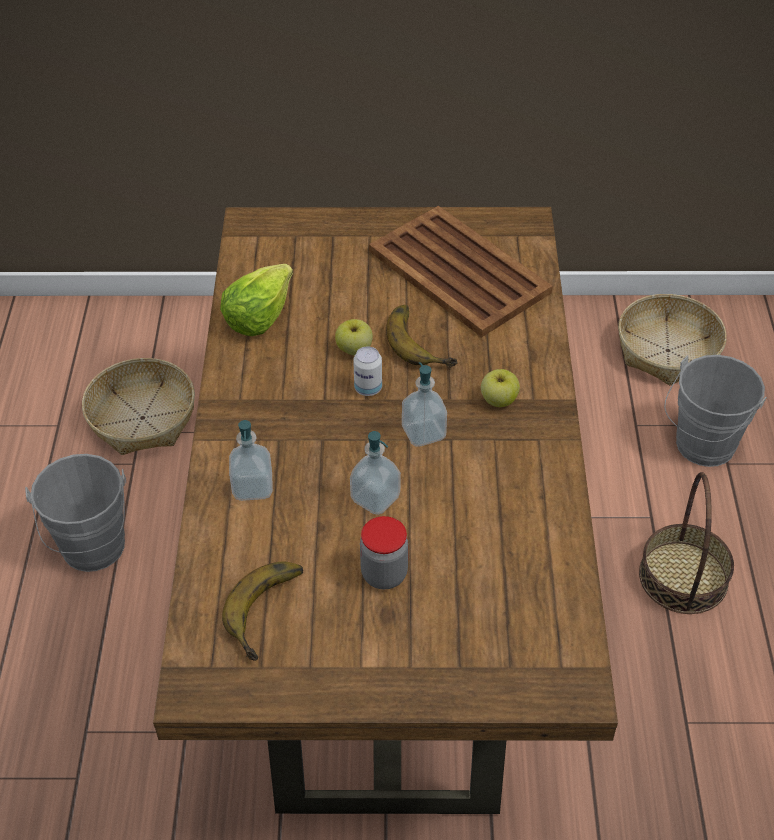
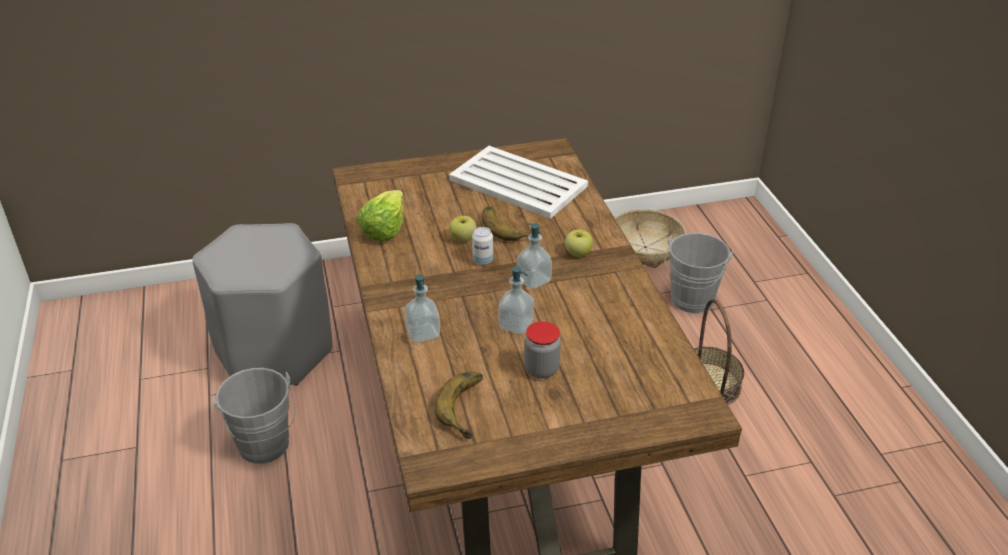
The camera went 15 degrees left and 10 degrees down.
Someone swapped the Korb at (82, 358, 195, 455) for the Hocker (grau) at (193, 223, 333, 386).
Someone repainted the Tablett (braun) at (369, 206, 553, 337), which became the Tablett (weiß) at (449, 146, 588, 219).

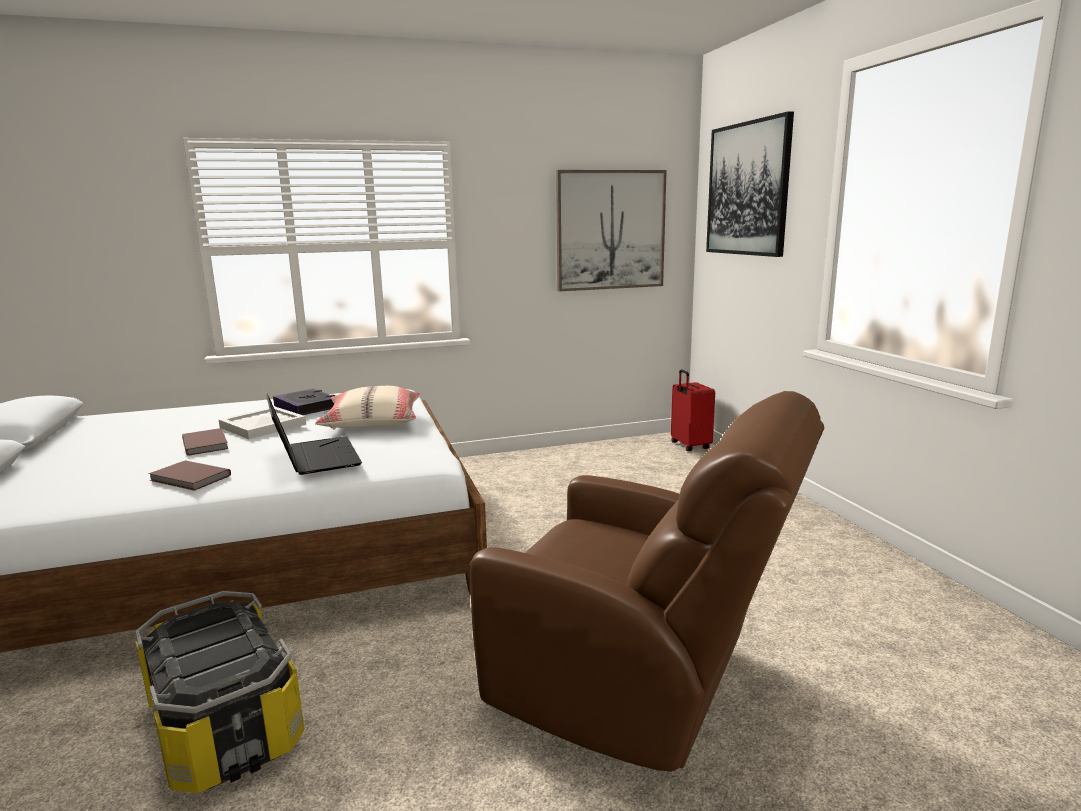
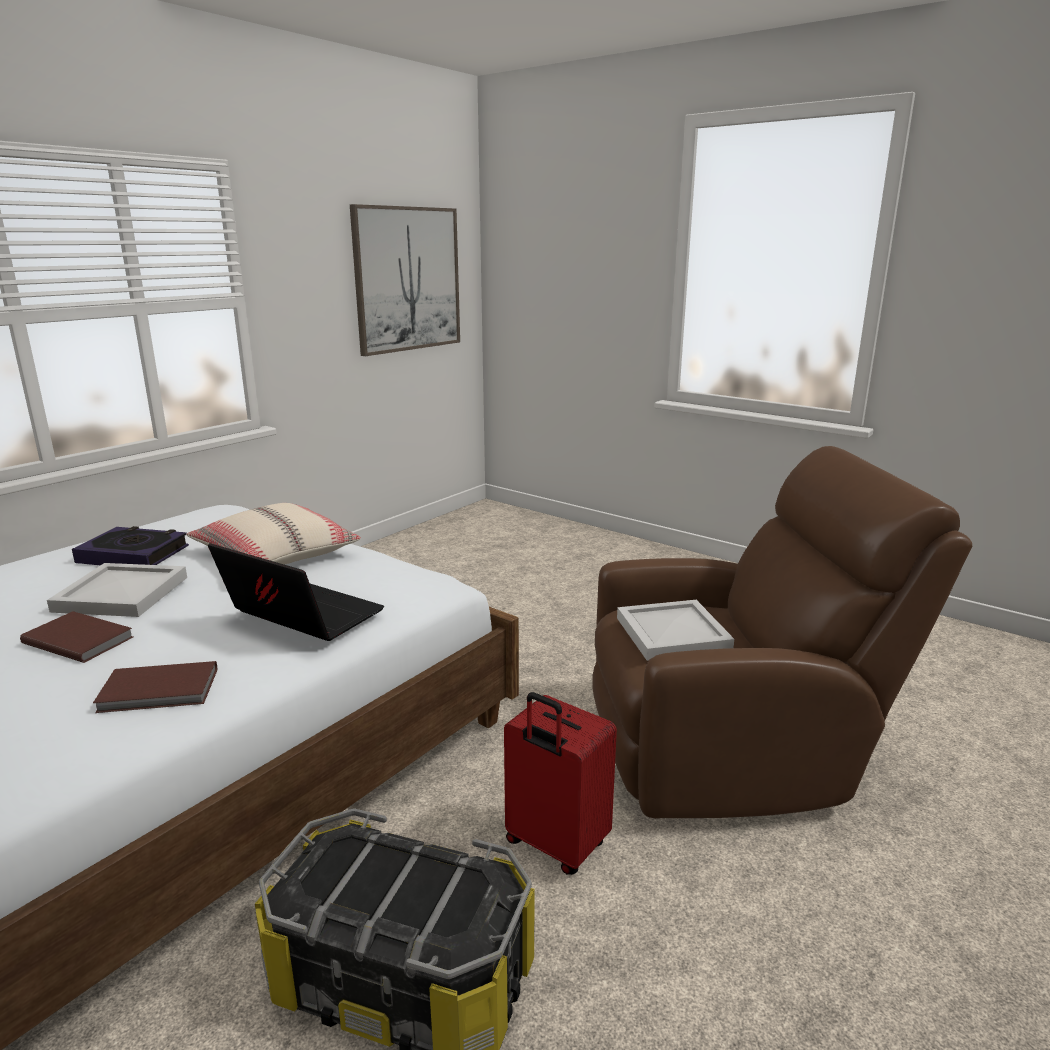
The camera went 35 degrees left and 5 degrees up.
Someone carried the Koffer (rot) from (671, 369, 715, 451) to (504, 692, 617, 875).
Someone took away the Bild at (706, 111, 794, 257).
Someone put down the Tablett (weiß) at (617, 600, 734, 661).

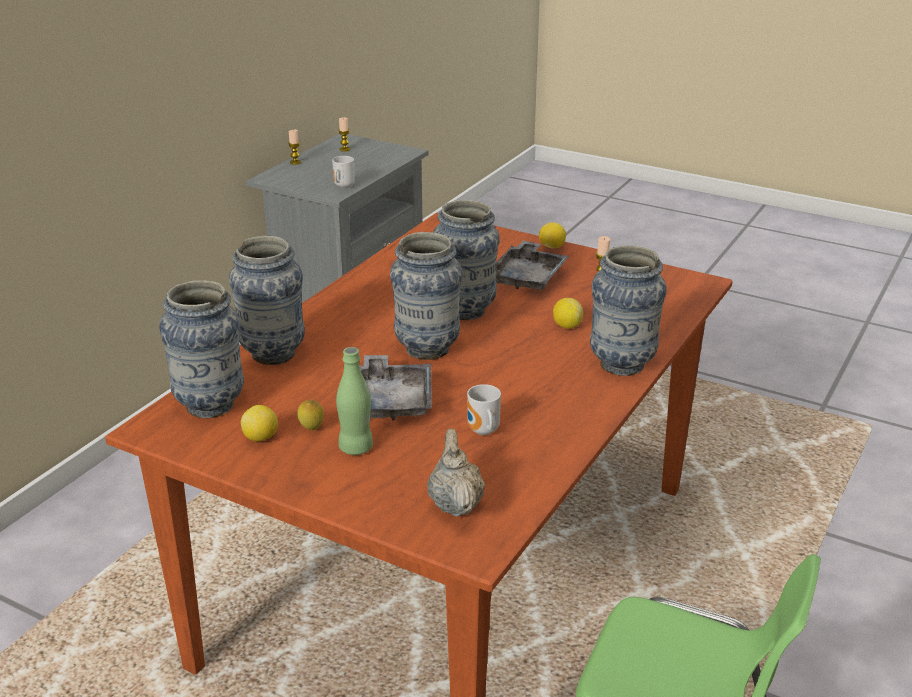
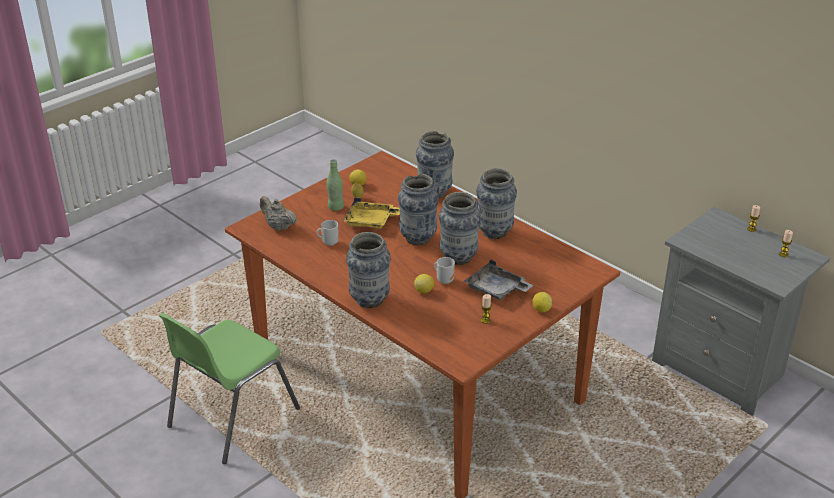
The camera went 105 degrees right and 5 degrees up.
Someone carried the Vase from (159, 280, 244, 418) to (476, 168, 517, 239).
Someone carried the Henkelbecher from (332, 156, 355, 188) to (434, 257, 455, 284).
Someone repainted the Tablett (grau) at (360, 355, 432, 420), which became the Tablett (gelb) at (343, 197, 400, 229).
Someone rotated the Teekanne (beige) at (427, 428, 485, 517) by 150 degrees counterclockwise.

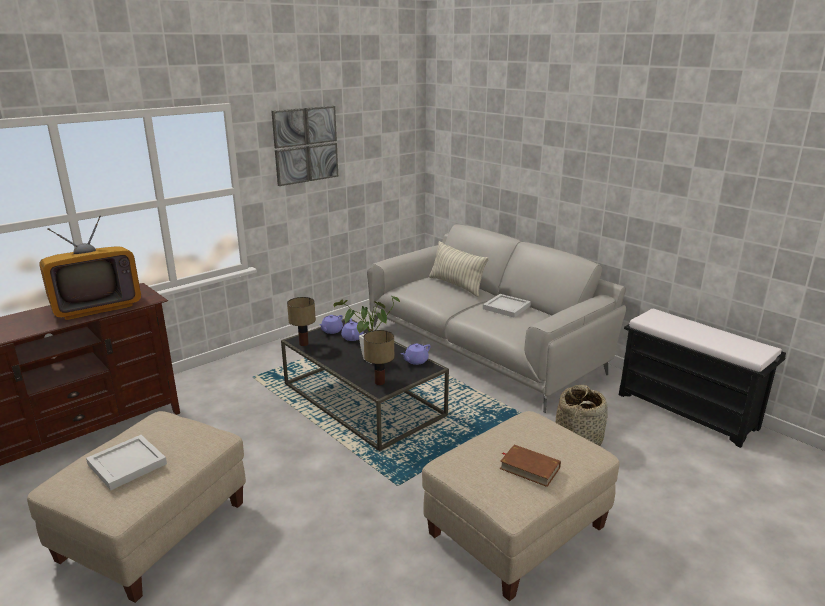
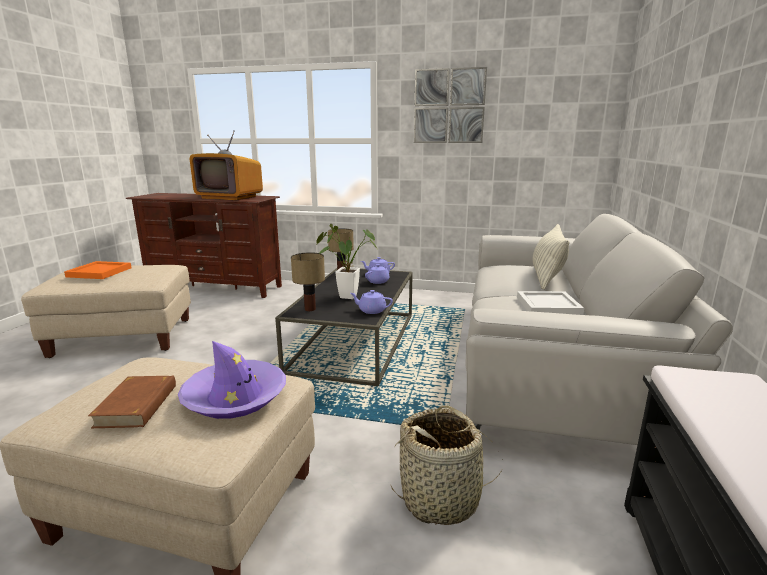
The camera went 55 degrees right and 5 degrees down.
Someone repainted the Tablett (weiß) at (86, 435, 167, 490), which became the Tablett (orange) at (64, 261, 131, 279).
Someone put down the Hut (lila) at (178, 341, 286, 419).

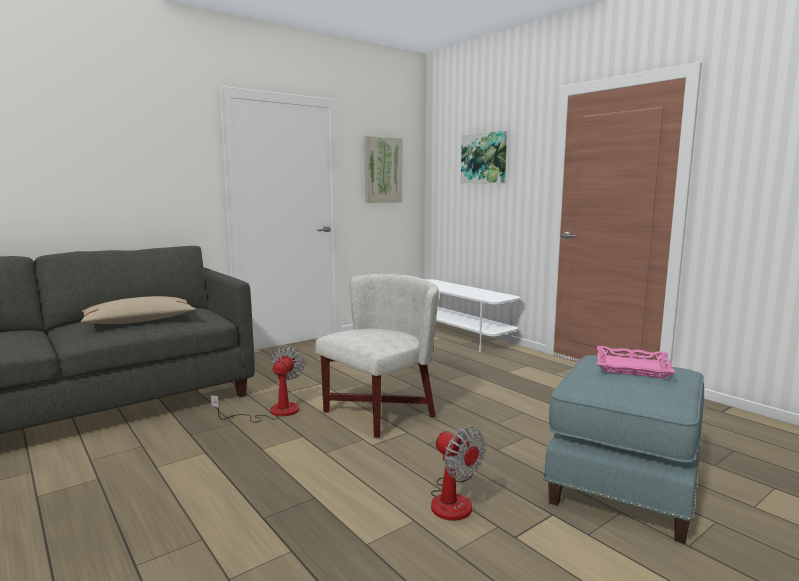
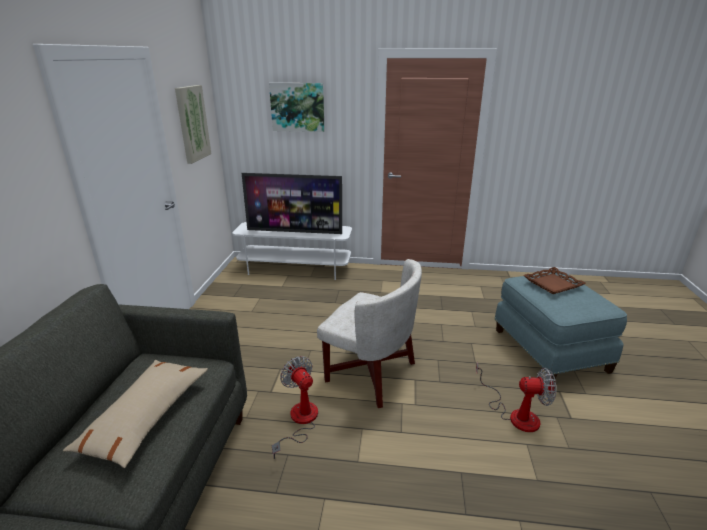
The camera went 45 degrees left and 15 degrees up.
Someone rotated the Sessel (weiß) at (315, 274, 439, 438) by 120 degrees clockwise.
Someone repainted the Tablett (rosa) at (597, 346, 676, 378), which became the Tablett (braun) at (524, 267, 586, 294).
Someone put down the Fernseher at (242, 173, 342, 234).

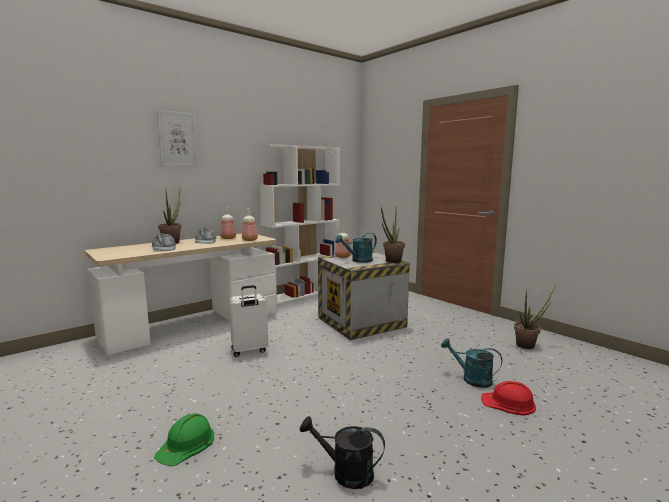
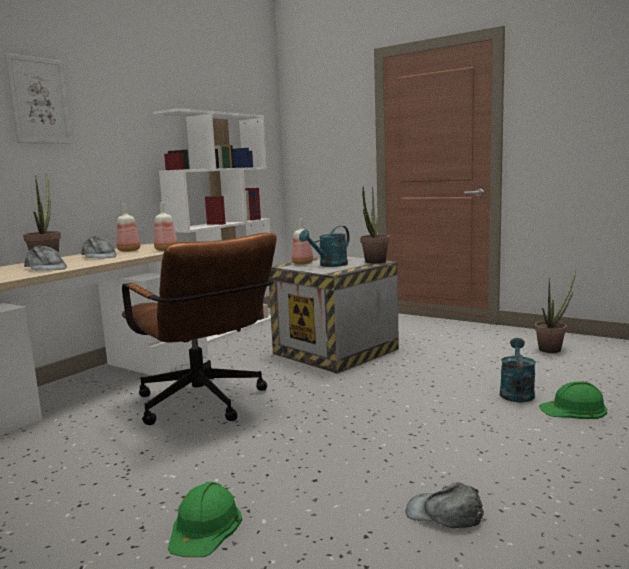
The camera went 15 degrees left and 0 degrees up.
Someone swapped the Koffer (weiß) at (229, 285, 268, 357) for the Bürostuhl (braun) at (122, 233, 277, 425).
Someone swapped the Gießkanne (schwarz) at (300, 416, 385, 489) for the Kappe (grau) at (406, 482, 484, 528).
Someone rotated the Gießkanne (türkis) at (441, 338, 502, 388) by 90 degrees clockwise.
Someone repainted the Schutzhelm (rot) at (481, 381, 536, 416), which became the Schutzhelm (grün) at (539, 381, 607, 419).

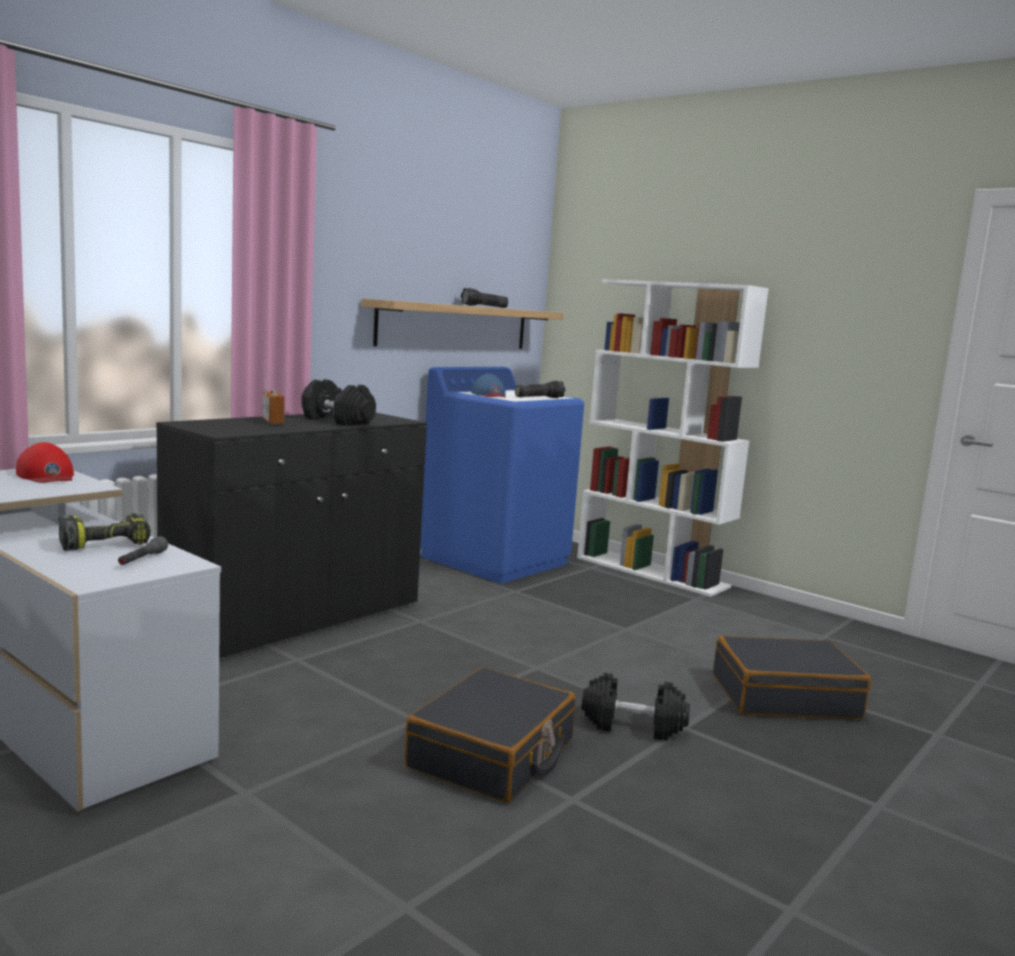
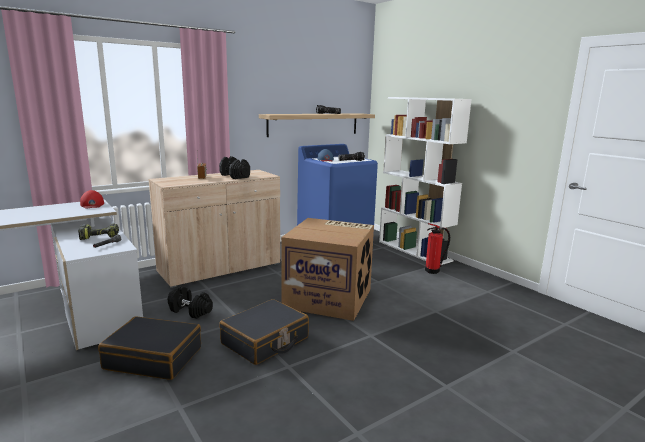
The camera went 15 degrees right and 5 degrees up.
Someone repainted the Schrank (schwarz) at (156, 413, 427, 661), which became the Schrank (beige) at (148, 170, 280, 288).
Someone carried the Hantel (schwarz) from (582, 673, 690, 740) to (168, 286, 213, 319).
Someone carried the Koffer (schwarz) from (713, 636, 871, 719) to (98, 316, 201, 380).
Someone put down the Karton at (281, 218, 374, 321).
Someone put down the Feuerlöscher at (425, 223, 450, 274).

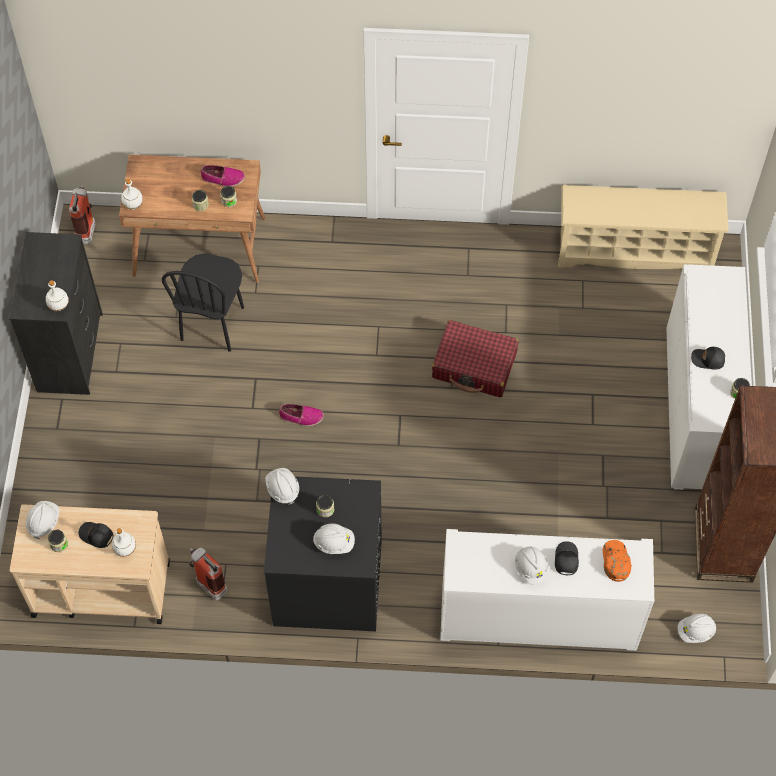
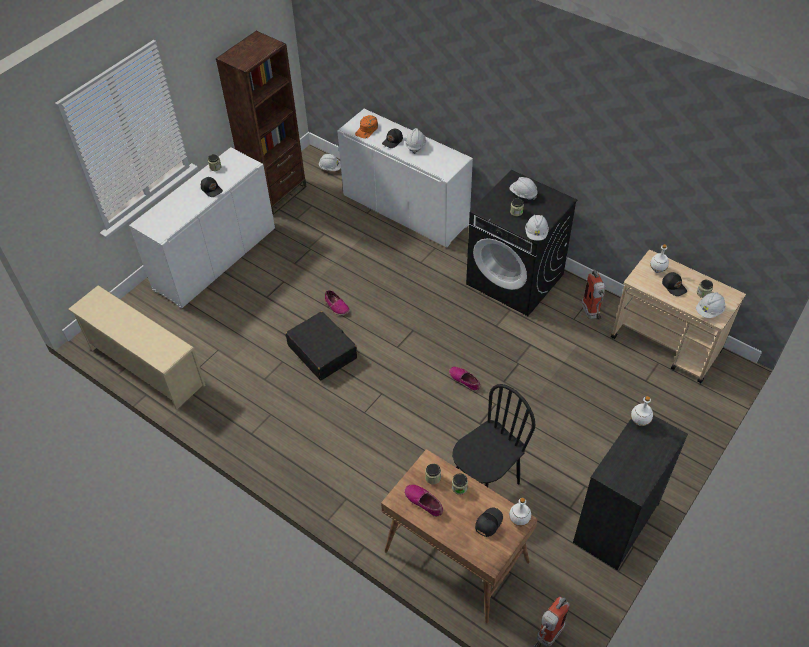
The camera went 145 degrees left and 10 degrees down.
Someone repainted the Koffer (rot) at (432, 320, 519, 397), which became the Koffer (schwarz) at (285, 311, 357, 380).
Someone put down the Schuh at (325, 290, 350, 315).
Someone put down the Kappe (schwarz) at (475, 507, 503, 537).

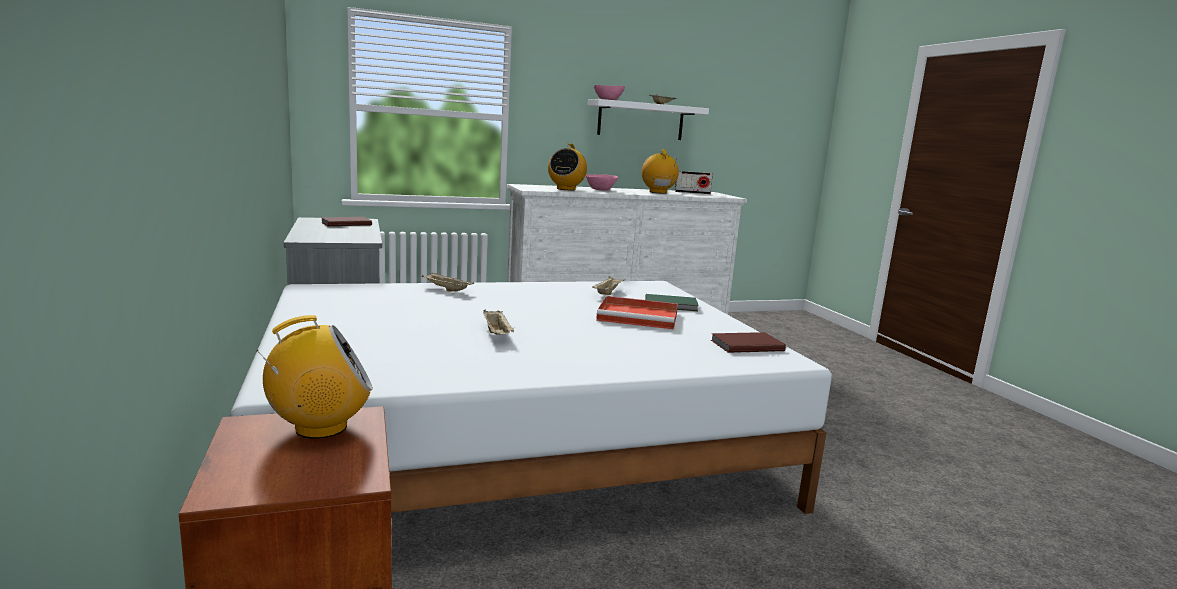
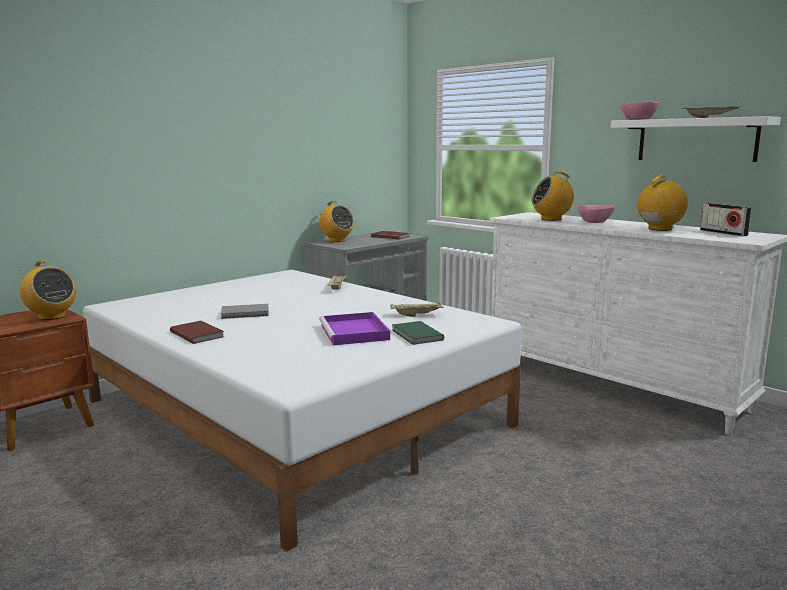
The camera went 65 degrees right and 0 degrees up.
Someone swapped the Tablett (beige) at (483, 309, 514, 334) for the Buch (grau) at (220, 304, 269, 319).
Someone repainted the Tablett (rot) at (596, 296, 678, 329), which became the Tablett (lila) at (319, 312, 390, 345).
Someone carried the Buch (braun) from (711, 332, 786, 353) to (170, 321, 224, 344).
Someone put down the Radio at (319, 201, 354, 242).

